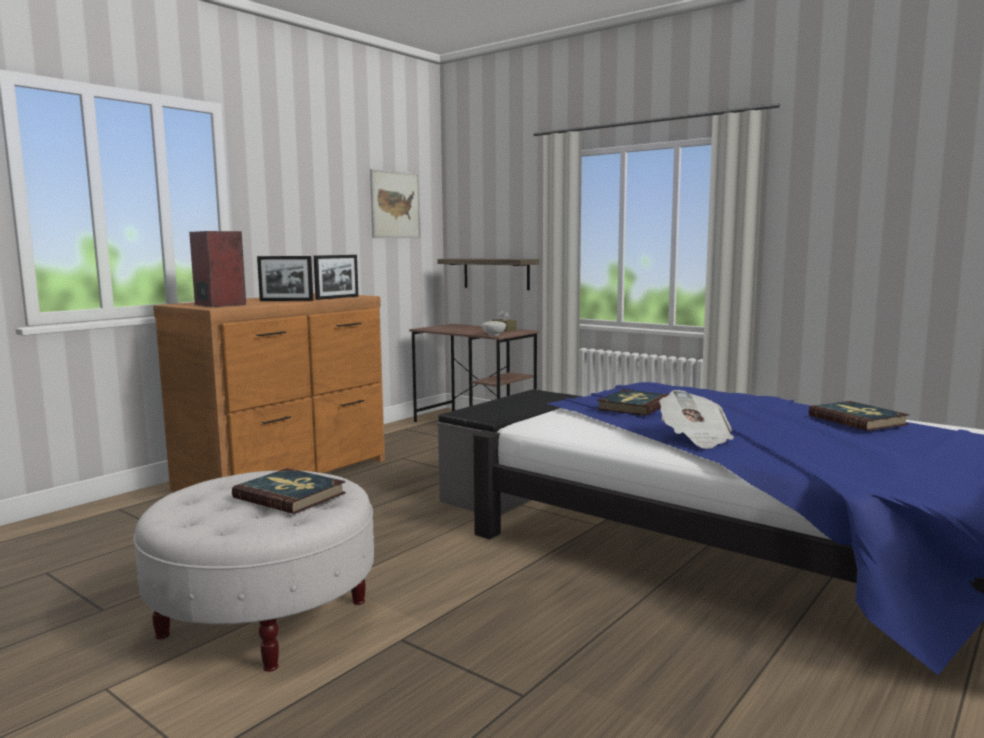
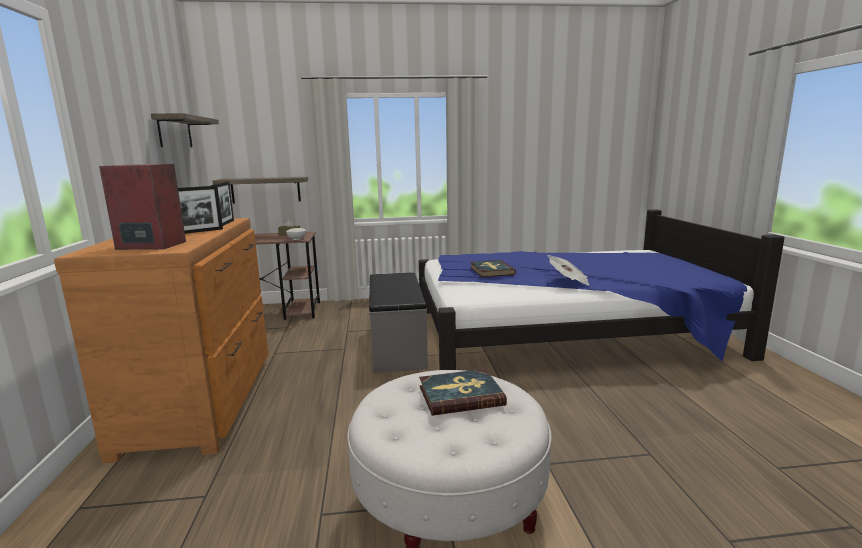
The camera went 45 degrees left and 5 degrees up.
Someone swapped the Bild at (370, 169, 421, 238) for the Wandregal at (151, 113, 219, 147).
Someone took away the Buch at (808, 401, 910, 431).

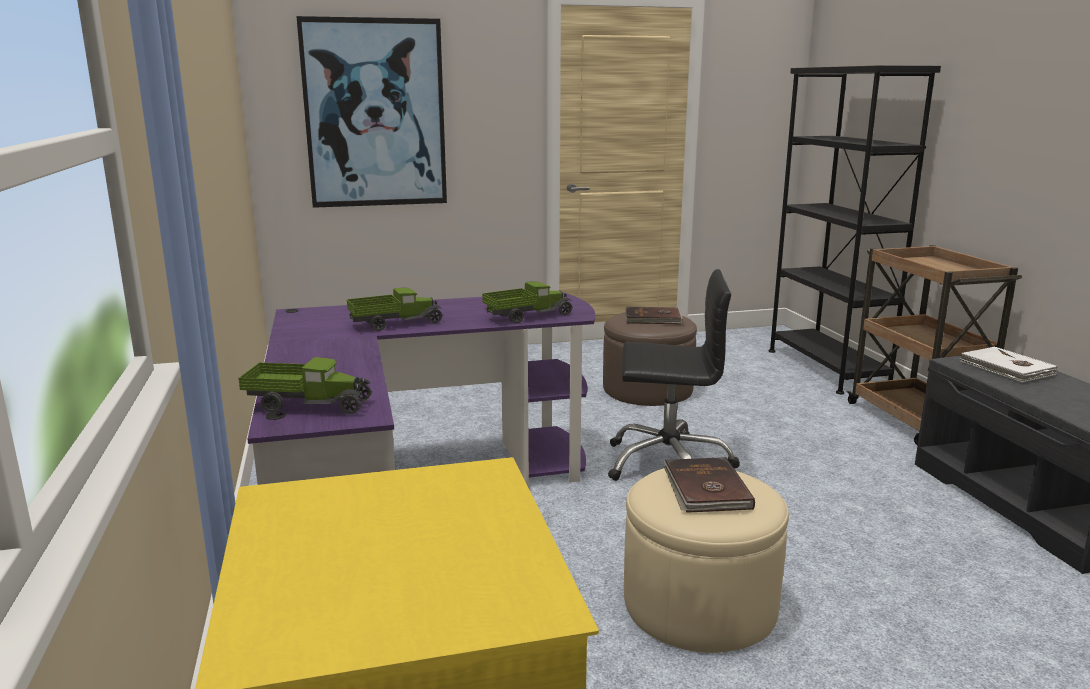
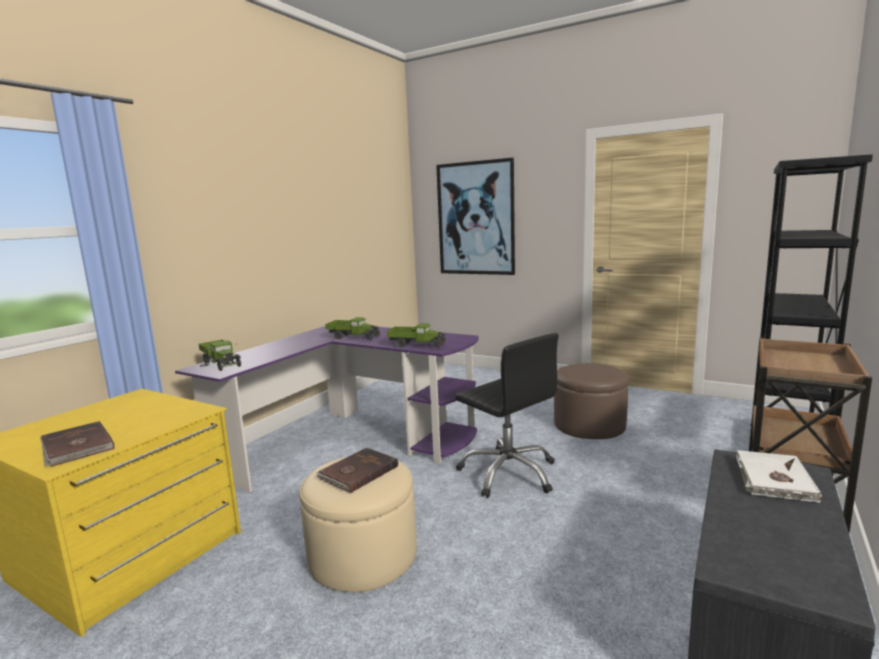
The camera went 45 degrees right and 5 degrees down.
Someone carried the Buch (braun) from (626, 307, 683, 324) to (40, 421, 115, 467).

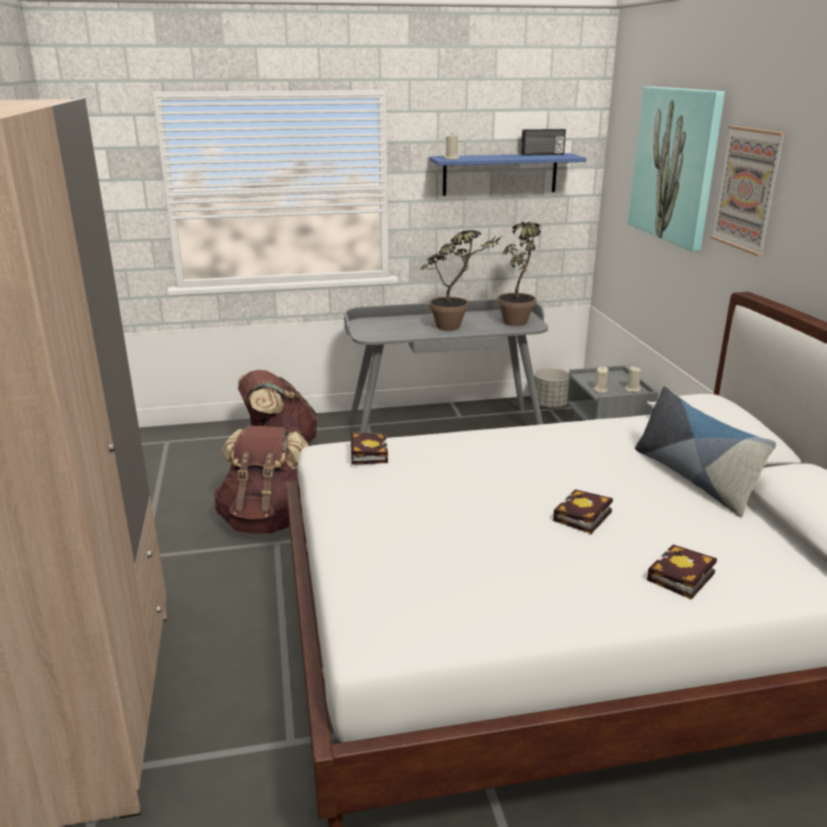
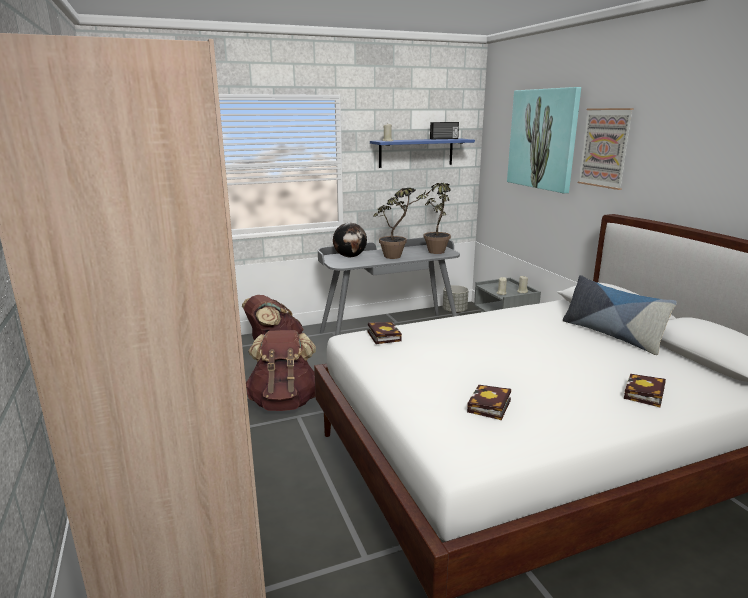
The camera went 10 degrees left and 5 degrees down.
Someone carried the Buch from (553, 489, 613, 534) to (467, 385, 511, 420).
Someone put down the Globus at (333, 223, 367, 257).

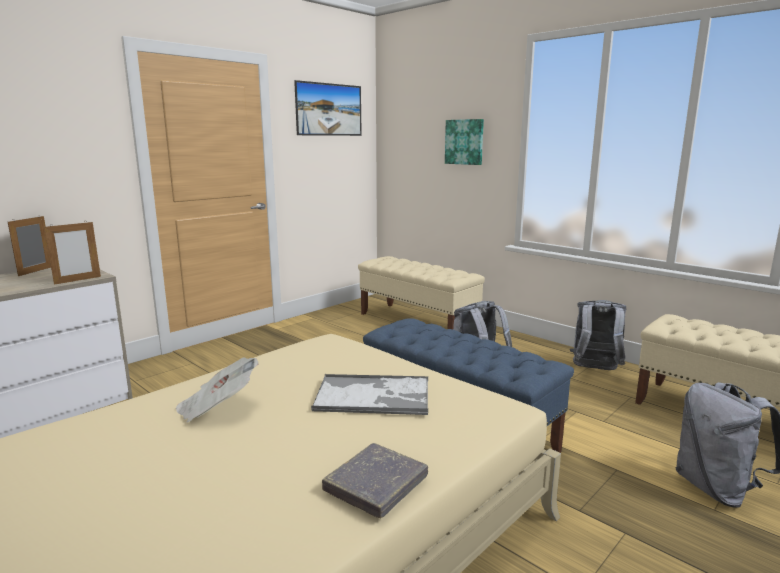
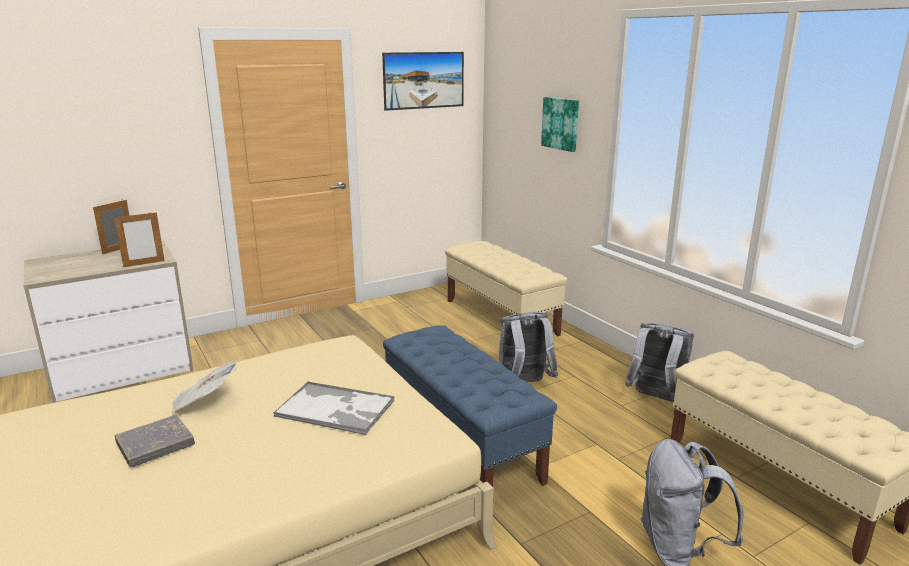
The camera went 15 degrees right and 5 degrees up.
Someone carried the Buch (grau) from (322, 443, 428, 519) to (114, 415, 195, 467).

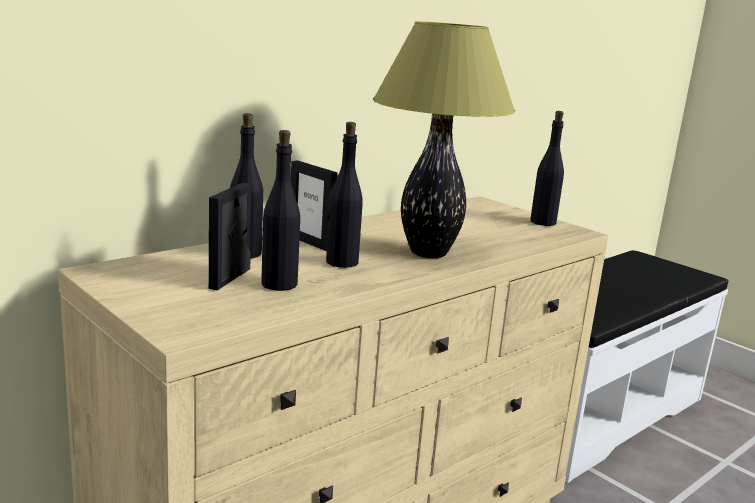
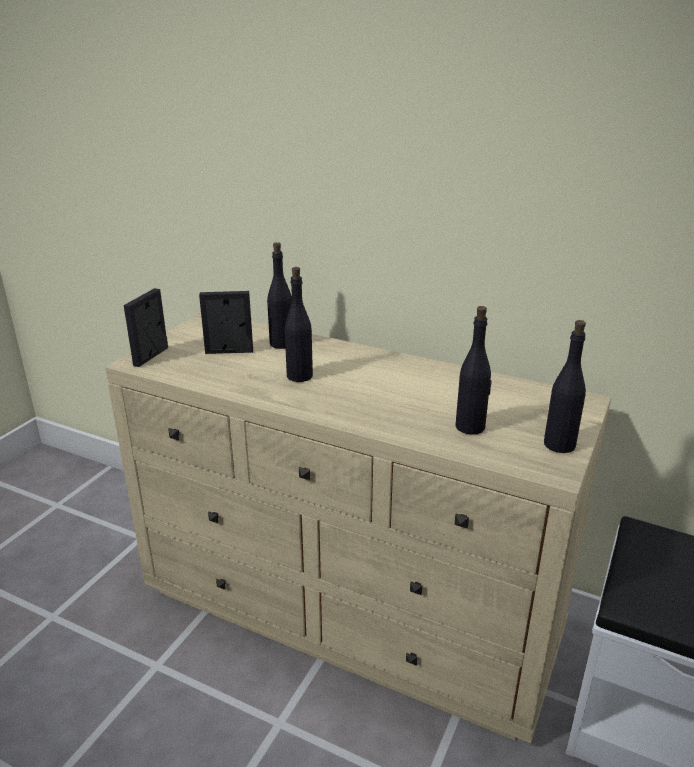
The camera went 70 degrees right and 10 degrees up.
Someone carried the Flasche (schwarz) from (261, 130, 300, 291) to (455, 306, 492, 434).
Someone carried the Bilderrahmen from (291, 160, 337, 251) to (124, 288, 168, 367).
Someone took away the Tischlampe at (373, 21, 515, 258).

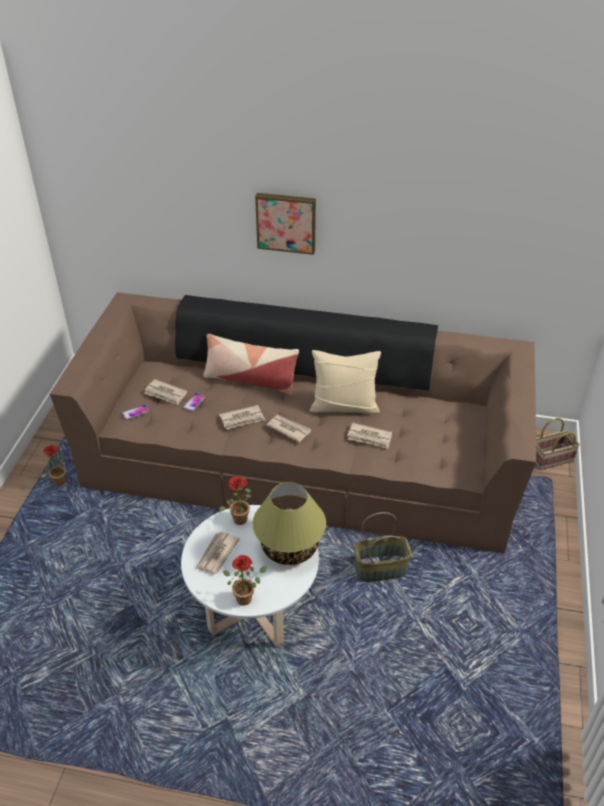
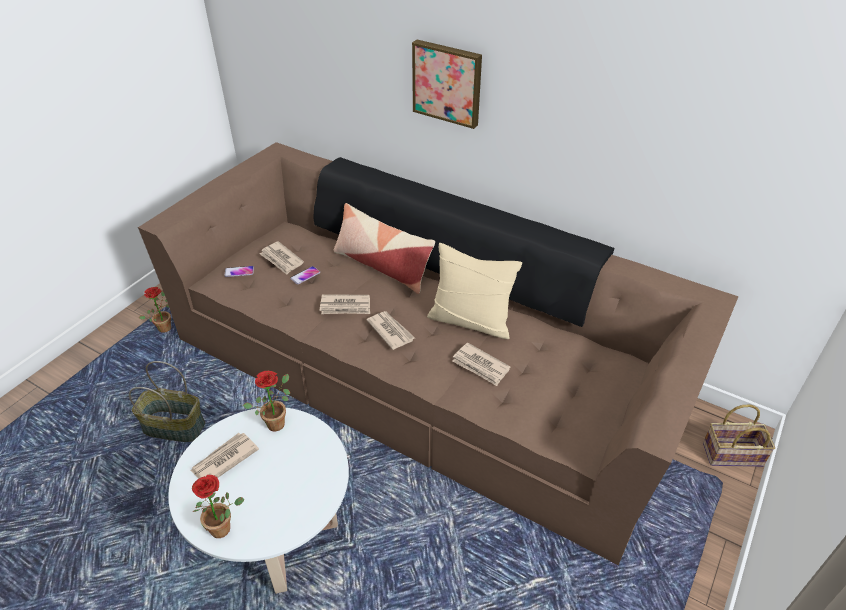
The camera went 20 degrees right and 0 degrees up.
Someone took away the Tischlampe at (253, 482, 326, 565).
Someone carried the Korb from (354, 512, 412, 582) to (129, 361, 205, 442).

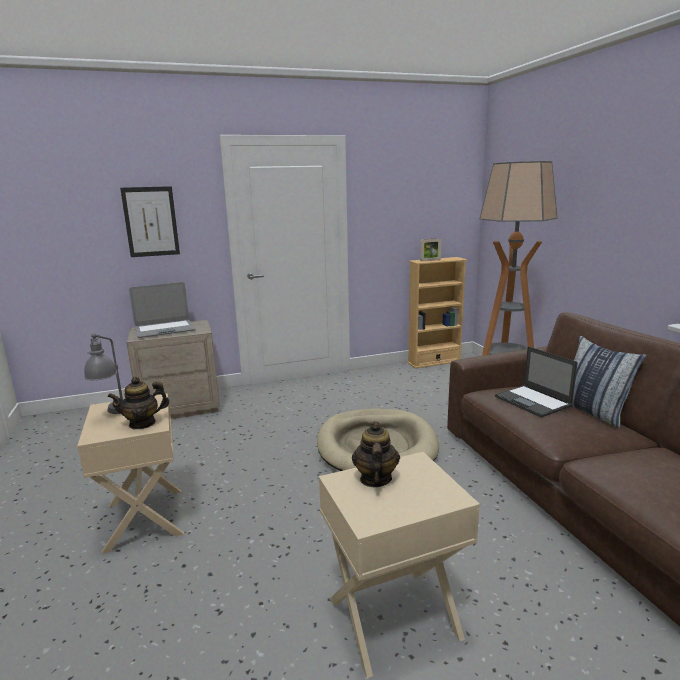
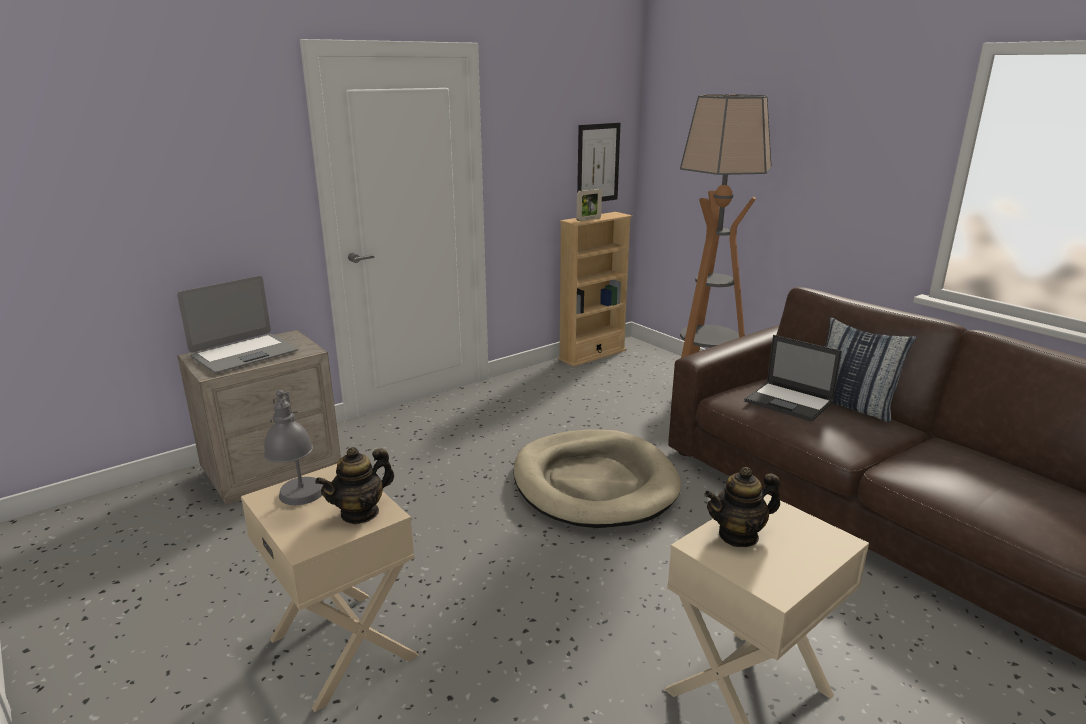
The camera went 20 degrees left and 5 degrees up.
Someone carried the Bild from (120, 186, 180, 257) to (577, 123, 621, 202).
Someone rotated the Teekanne at (352, 421, 400, 487) by 90 degrees counterclockwise.

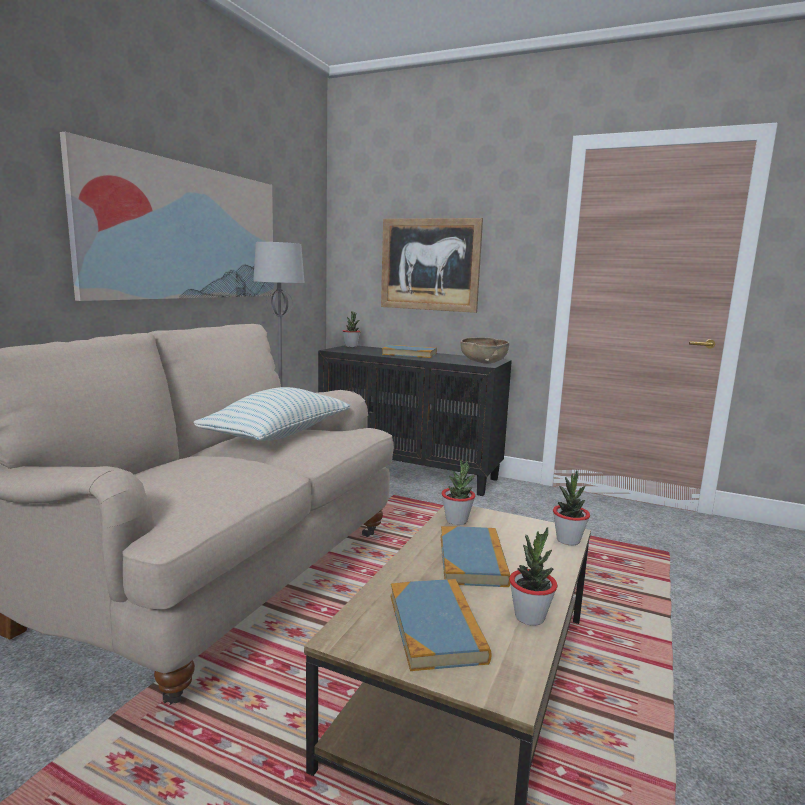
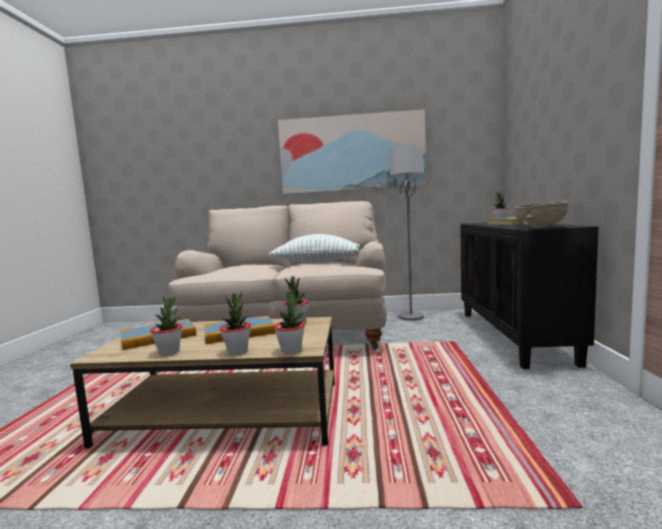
The camera went 70 degrees right and 5 degrees down.
Someone took away the Bild at (381, 218, 483, 313).
Someone put down the Topfpflanze at (220, 291, 251, 355).

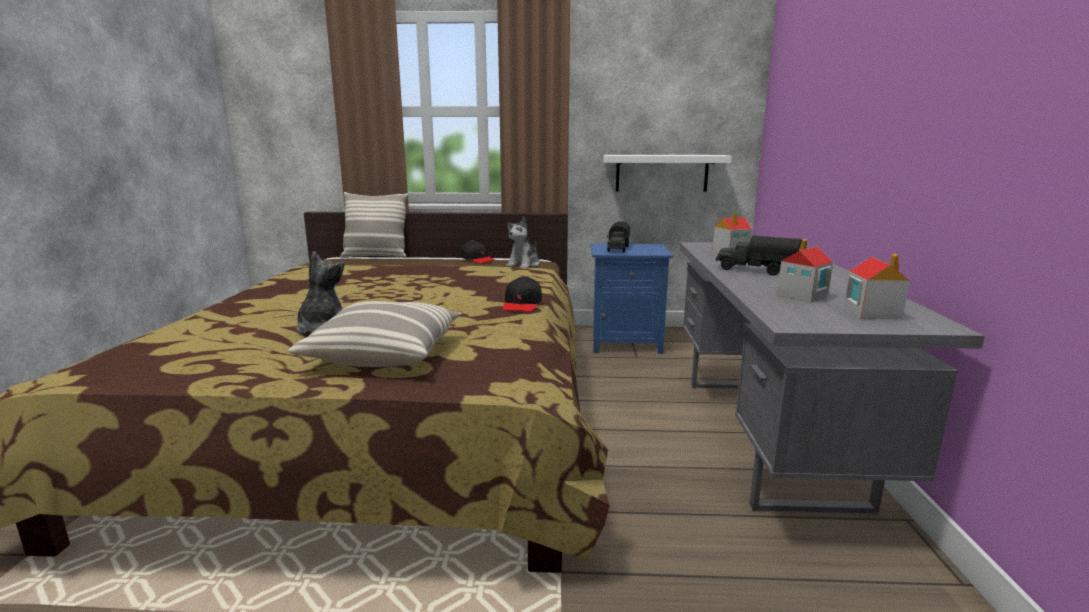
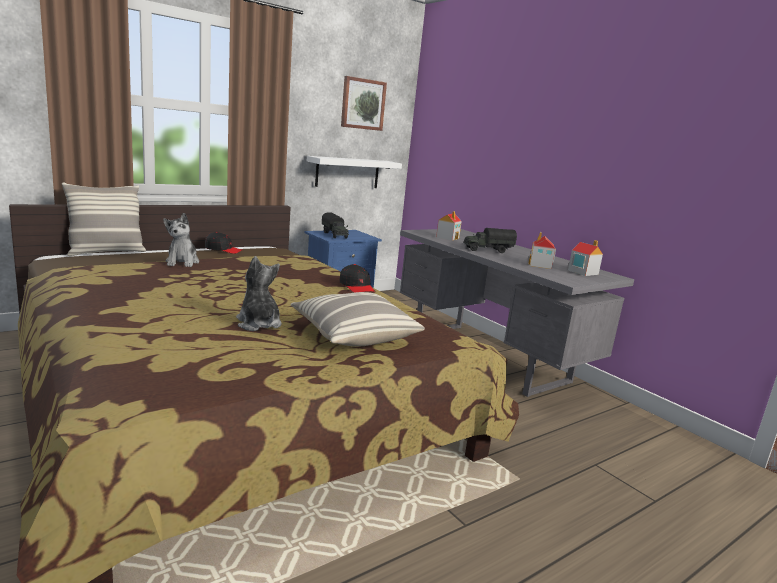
The camera went 40 degrees left and 0 degrees up.
Someone carried the Plüschtier from (506, 217, 540, 268) to (163, 213, 199, 267).
Someone put up the Bild at (341, 76, 387, 131).

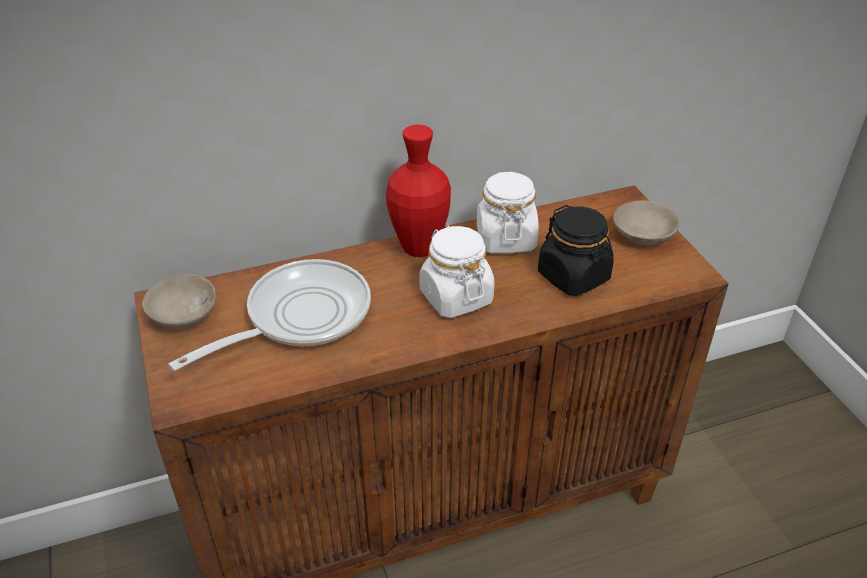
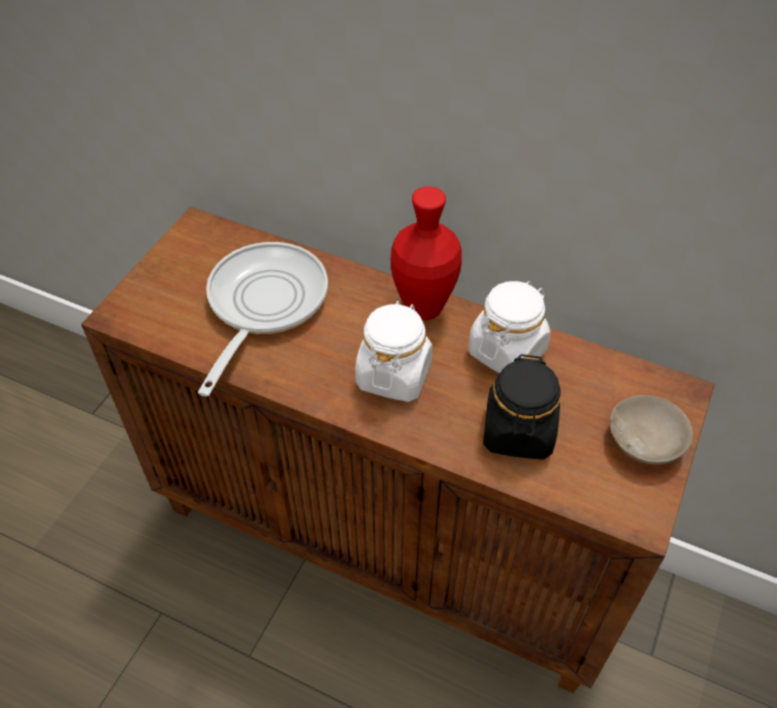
The camera went 45 degrees right and 10 degrees up.
Someone took away the Schüssel (beige) at (142, 274, 216, 328).
Someone rotated the Pfanne at (168, 259, 371, 371) by 75 degrees counterclockwise.

